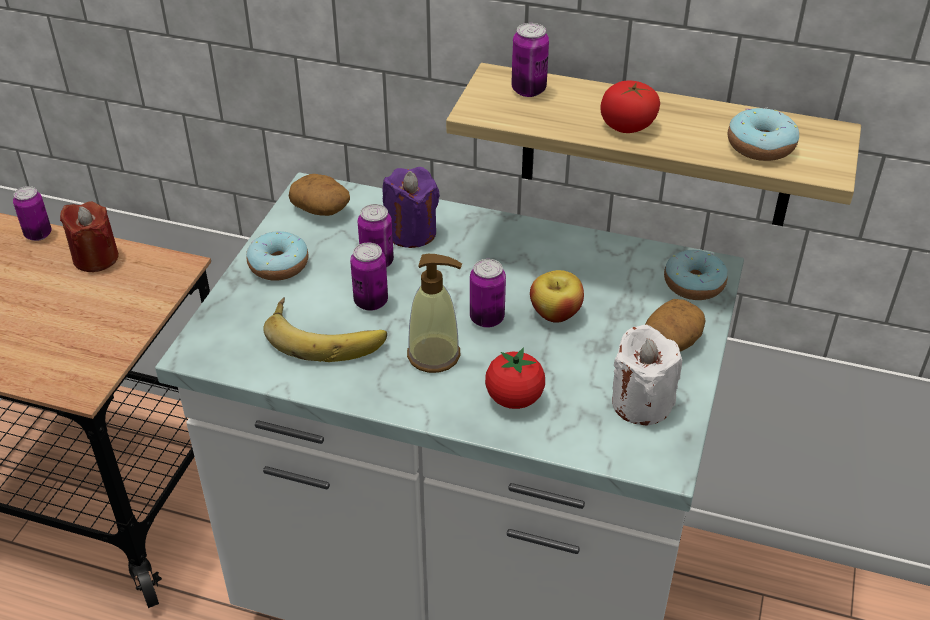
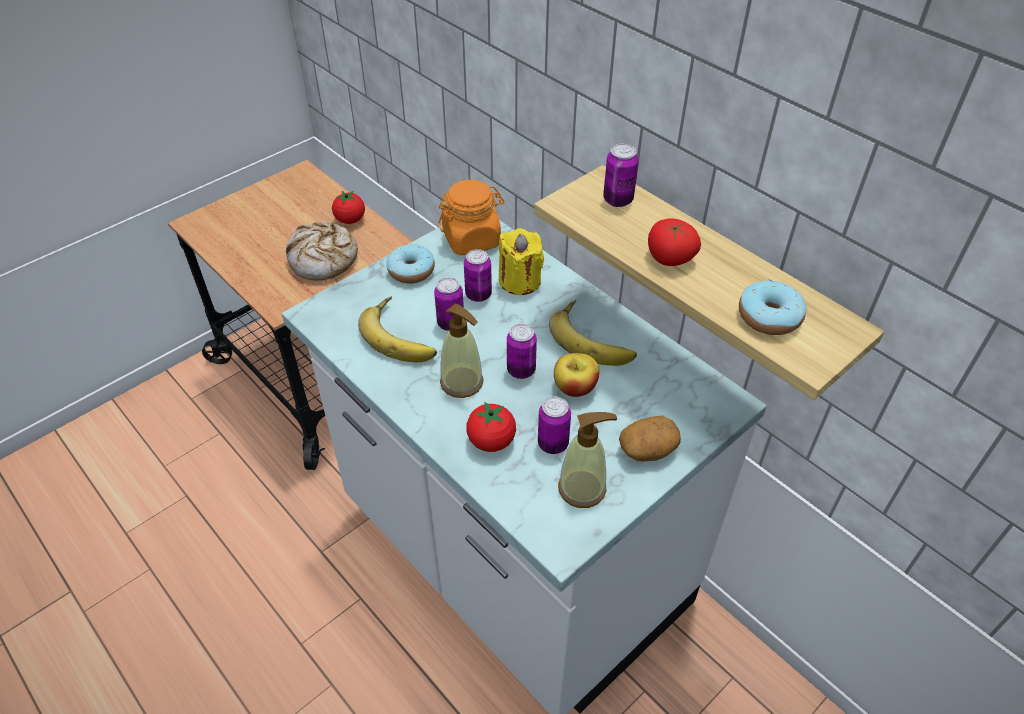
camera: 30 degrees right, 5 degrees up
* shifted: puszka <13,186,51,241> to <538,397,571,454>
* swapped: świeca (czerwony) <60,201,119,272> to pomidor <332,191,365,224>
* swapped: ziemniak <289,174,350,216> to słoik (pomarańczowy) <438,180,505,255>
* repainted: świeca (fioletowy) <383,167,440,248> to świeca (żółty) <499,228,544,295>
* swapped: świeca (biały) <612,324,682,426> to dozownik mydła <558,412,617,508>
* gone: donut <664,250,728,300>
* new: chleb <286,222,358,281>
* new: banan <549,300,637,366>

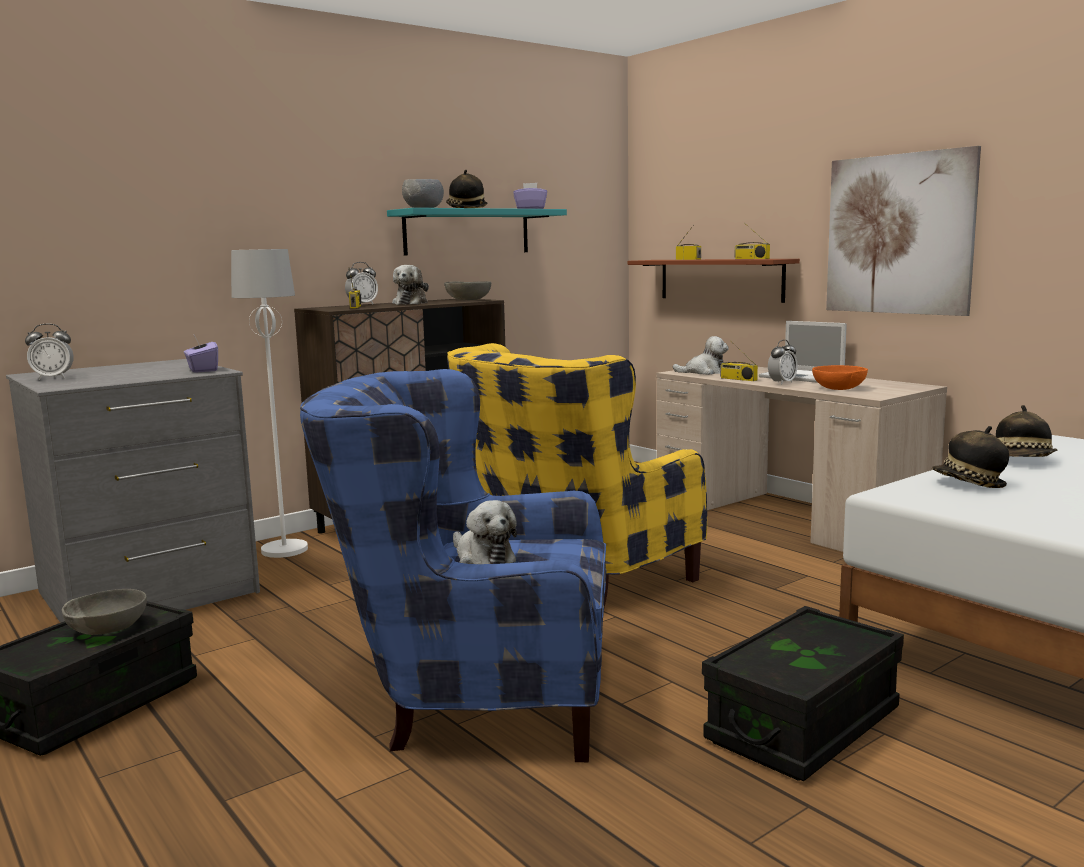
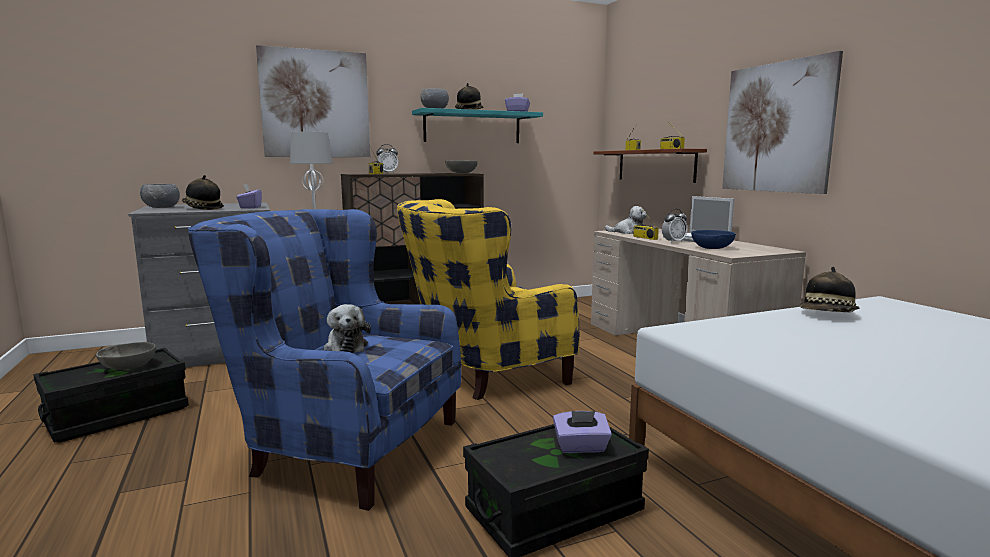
camera: 15 degrees right, 0 degrees up
* swapped: budzik <25,324,74,380> to miska (szary) <140,184,180,208>
* gone: pluszak <392,265,429,305>
* repainted: miska (pomarańczowy) <812,365,868,390> to miska (niebieski) <691,230,736,249>
* shifted: kapelusz <932,426,1009,488> to <182,175,224,210>
* new: obraz <256,45,370,157>
* new: pudełko chusteczek (fioletowy) <553,411,612,453>

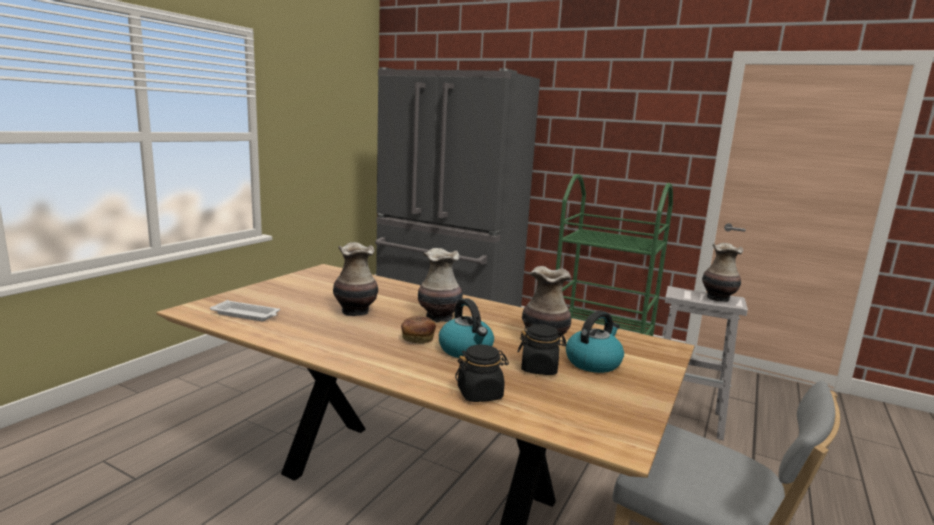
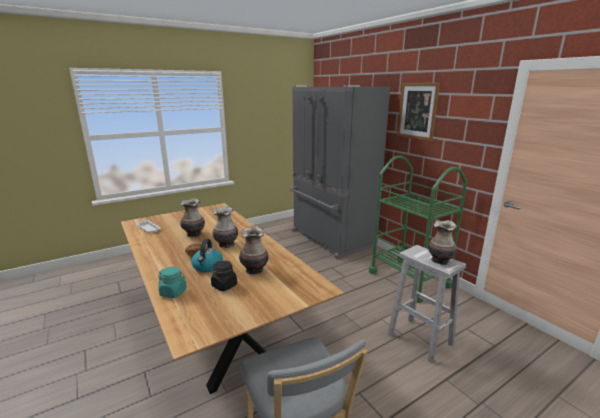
camera: 30 degrees right, 5 degrees up
* repainted: słoik (czarny) <455,344,509,402> to słoik (turkusowy) <158,267,187,298>
* gone: czajnik <566,311,624,373>
* new: obraz <397,83,440,141>

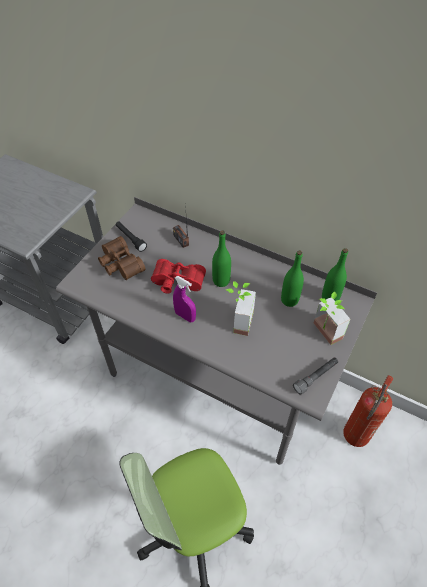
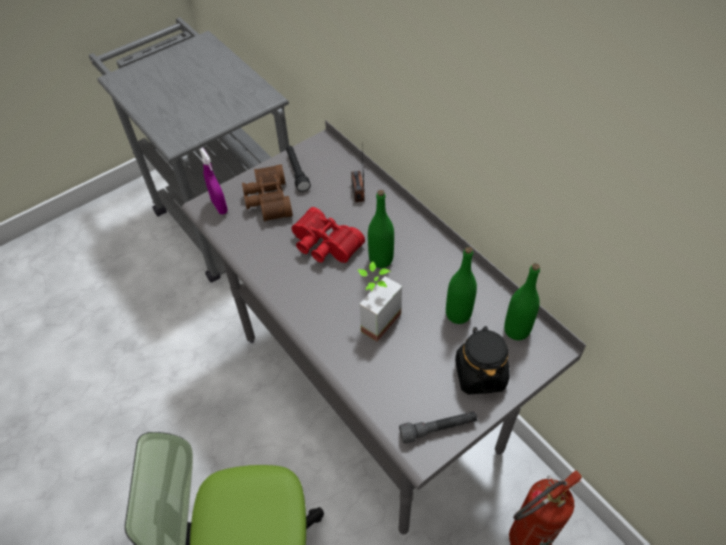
camera: 25 degrees right, 0 degrees up
* shifted: spryskiwacz (fioletowy) <173,276,196,323> to <199,148,228,214>
* swapped: roślina doniczkowa <314,292,351,345> to słoik (czarny) <455,326,510,395>

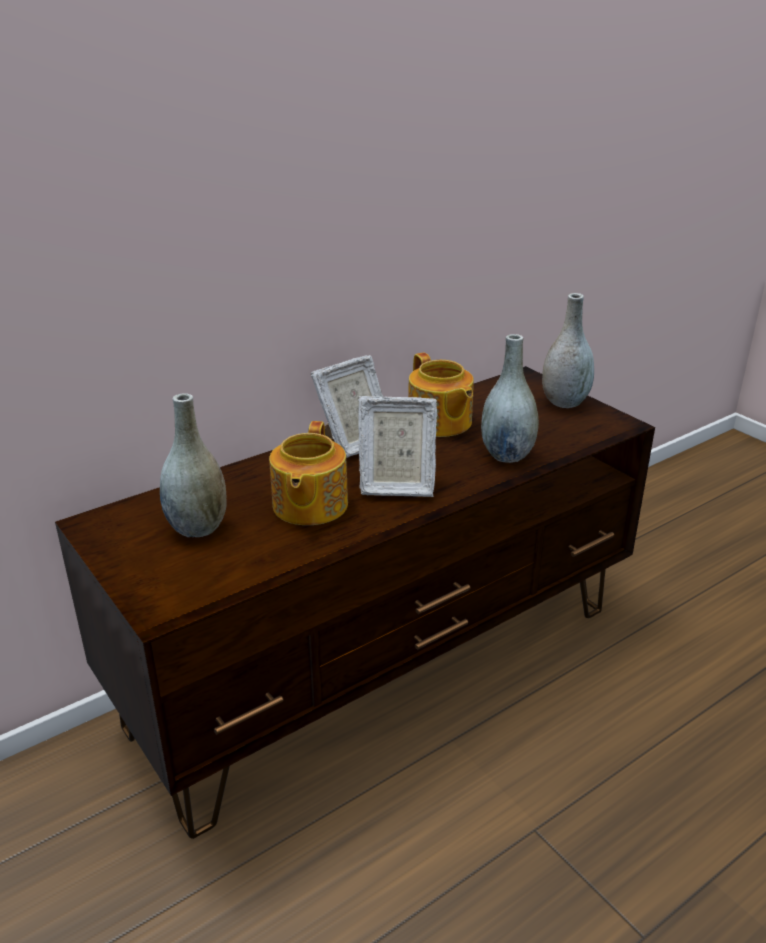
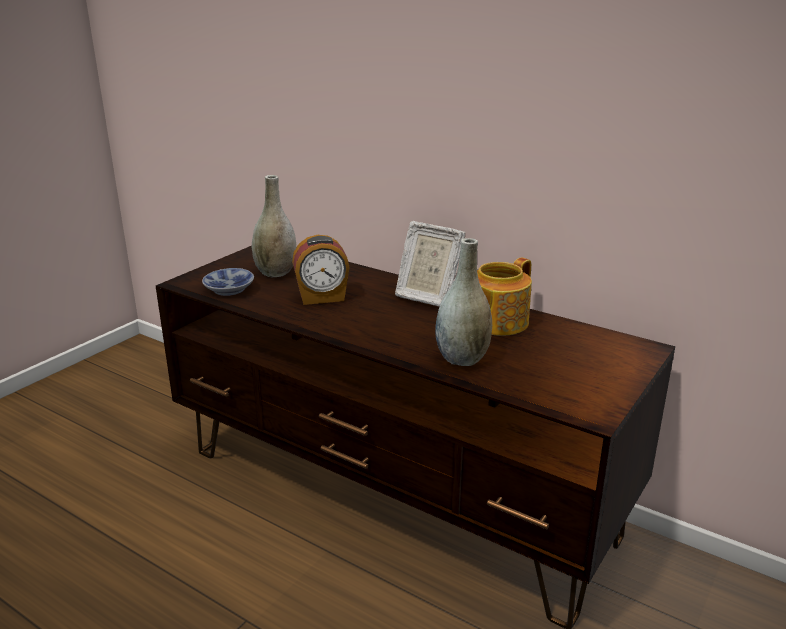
camera: 70 degrees right, 5 degrees down
* swapped: imbryk <269,421,348,525> to budzik <292,235,350,305>
* gone: ramka na zdjęcie <358,396,438,497>
* gone: wazon (szary) <542,293,594,408>
* new: miska <202,268,254,296>

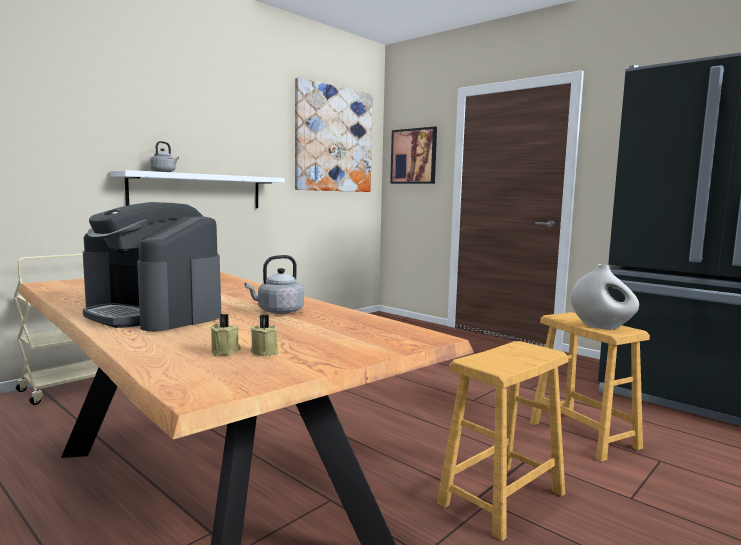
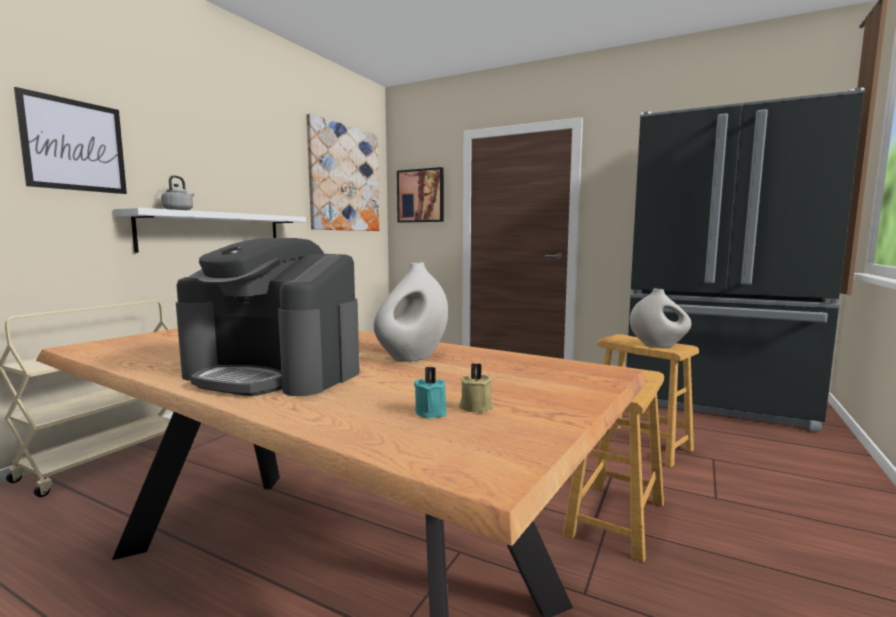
camera: 15 degrees left, 0 degrees up
* repainted: świeca (beżowy) <210,314,241,356> to świeca (turkusowy) <414,367,447,419>
* swapped: czajnik (szary) <244,255,304,314> to wazon (biały) <374,262,448,362>
* new: obraz <14,87,127,194>

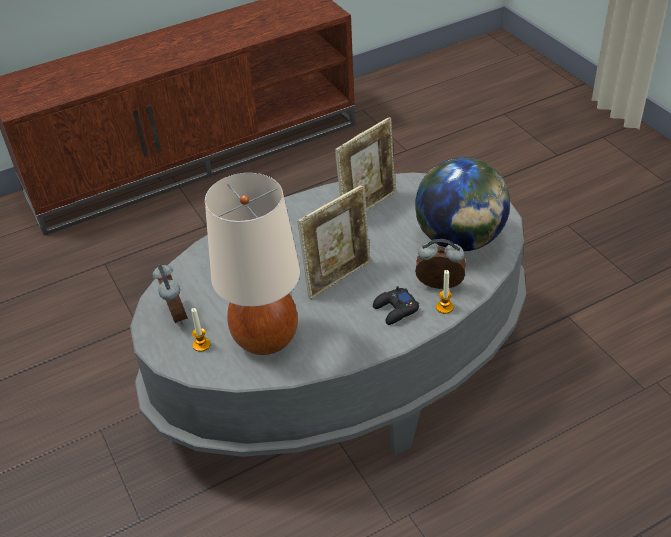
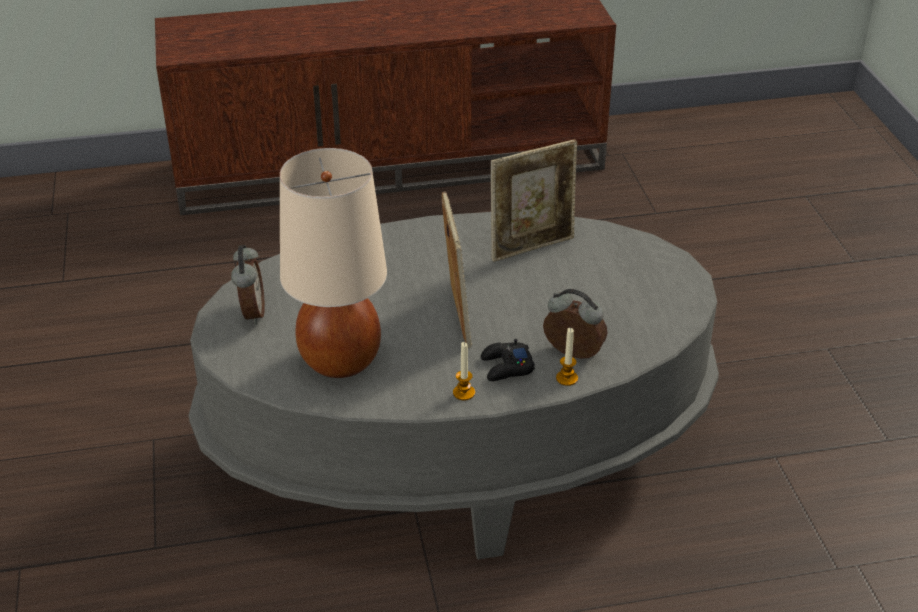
camera: 15 degrees right, 5 degrees down
* shifted: świeca <191,308,210,352> to <453,342,475,400>
* rotated: ramka na zdjęcie <297,184,371,300> = <442,191,472,348> 75 degrees counterclockwise
* gone: globus <415,157,510,251>

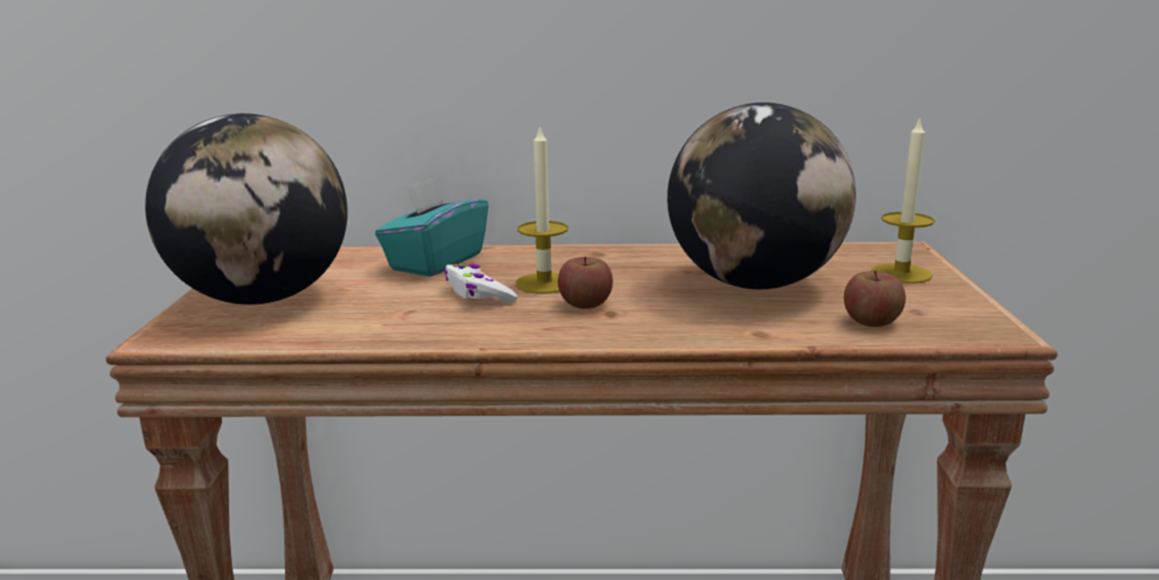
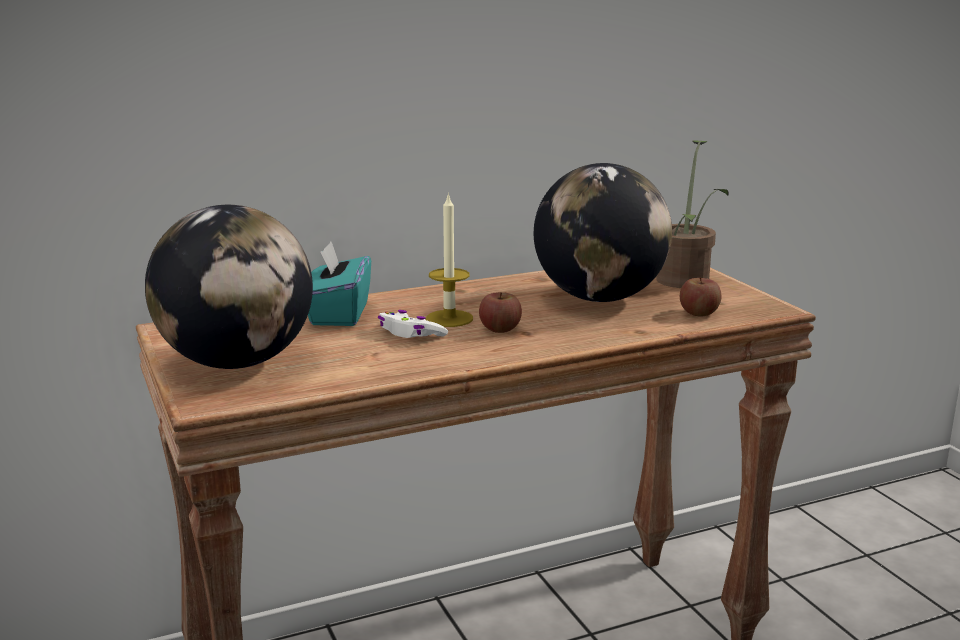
camera: 25 degrees left, 0 degrees up
* swapped: świeca <871,116,935,284> to roślina doniczkowa <656,140,728,288>

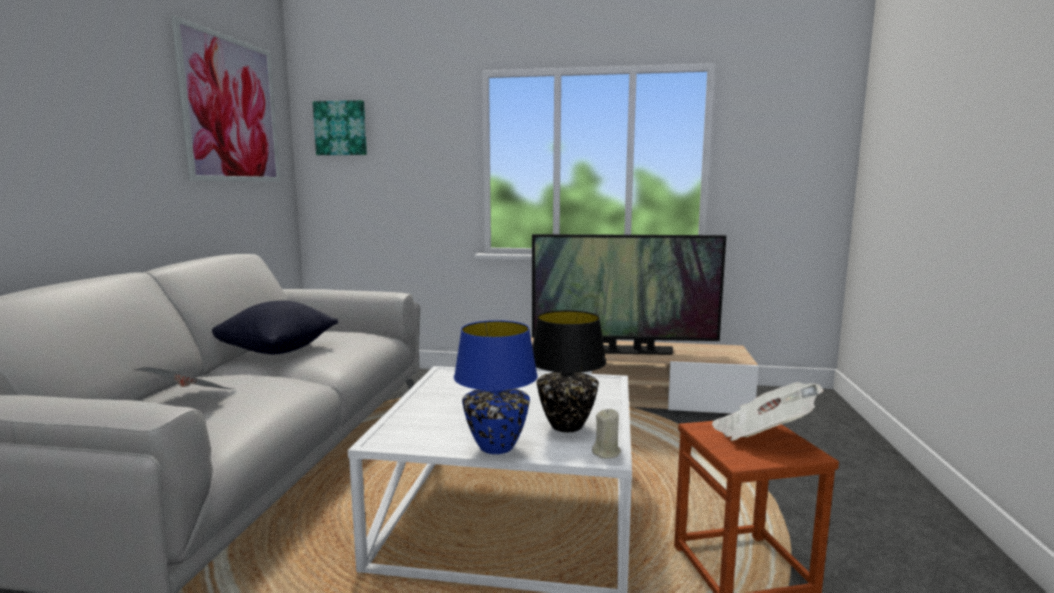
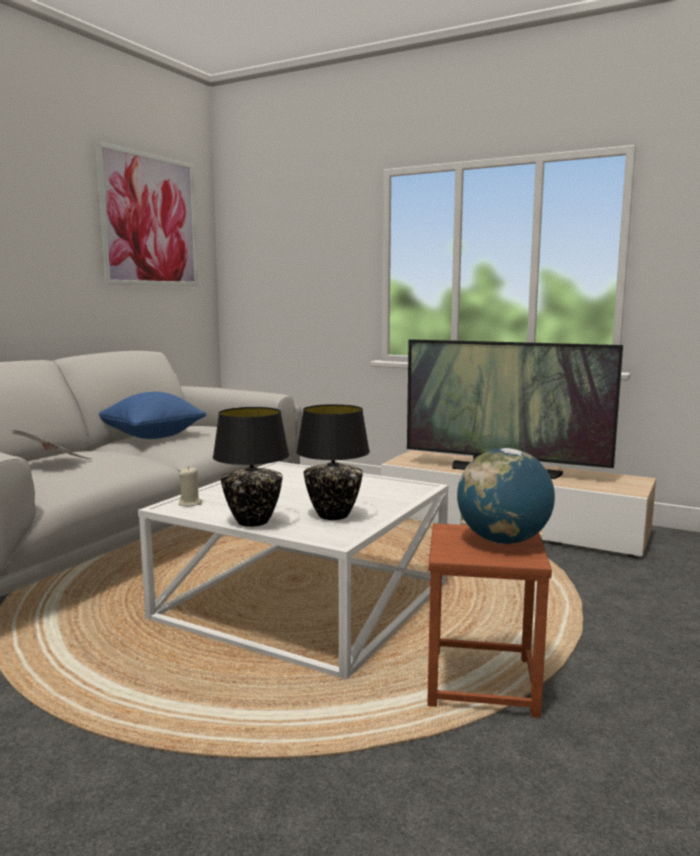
camera: 20 degrees right, 0 degrees up
* repainted: poduszka (czarny) <212,300,338,354> to poduszka (niebieski) <99,392,206,439>
* gone: obraz <313,100,367,155>
* repainted: lampa stołowa (niebieski) <454,320,538,454> to lampa stołowa (czarny) <213,407,289,527>
* shifted: świeca (beżowy) <592,409,621,459> to <179,467,202,506>
* swapped: gazeta <712,382,824,441> to globus <457,448,555,544>

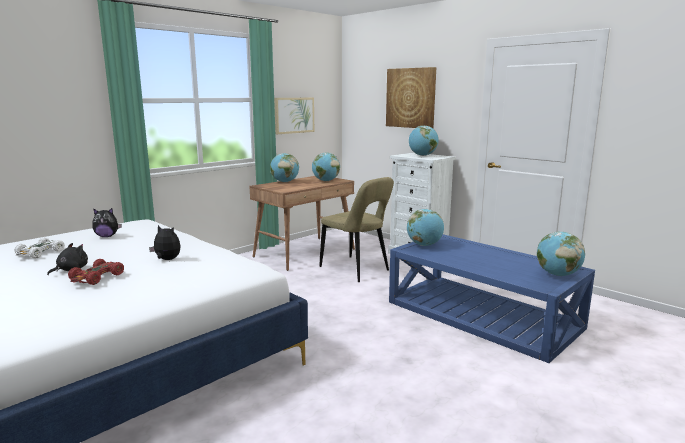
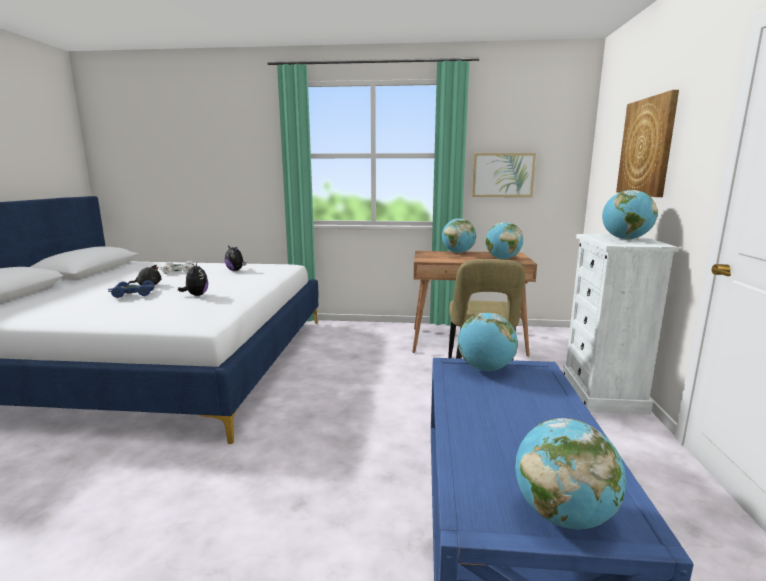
camera: 50 degrees right, 0 degrees up
* repainted: samochodzik (czerwony) <68,259,124,285> to samochodzik (niebieski) <108,280,155,298>

